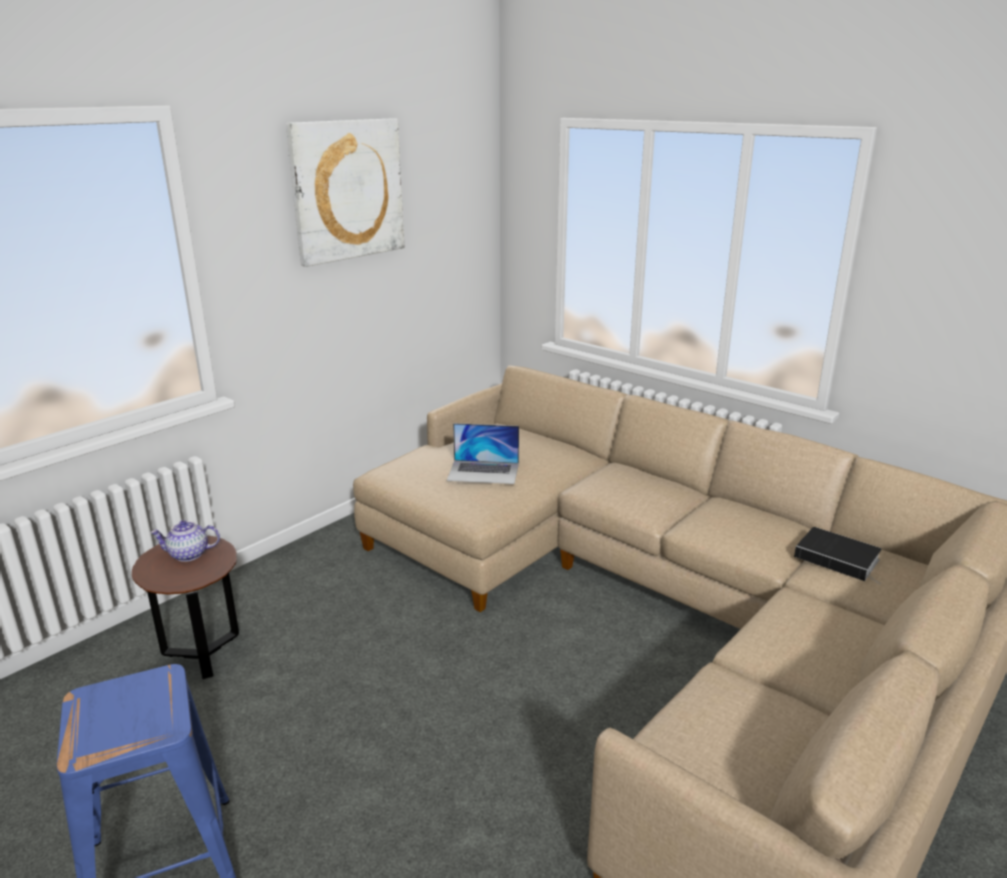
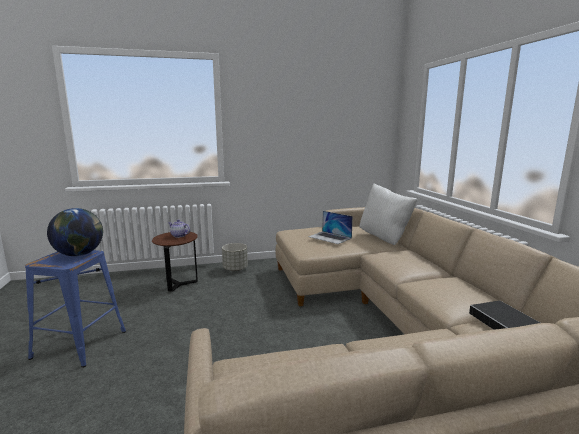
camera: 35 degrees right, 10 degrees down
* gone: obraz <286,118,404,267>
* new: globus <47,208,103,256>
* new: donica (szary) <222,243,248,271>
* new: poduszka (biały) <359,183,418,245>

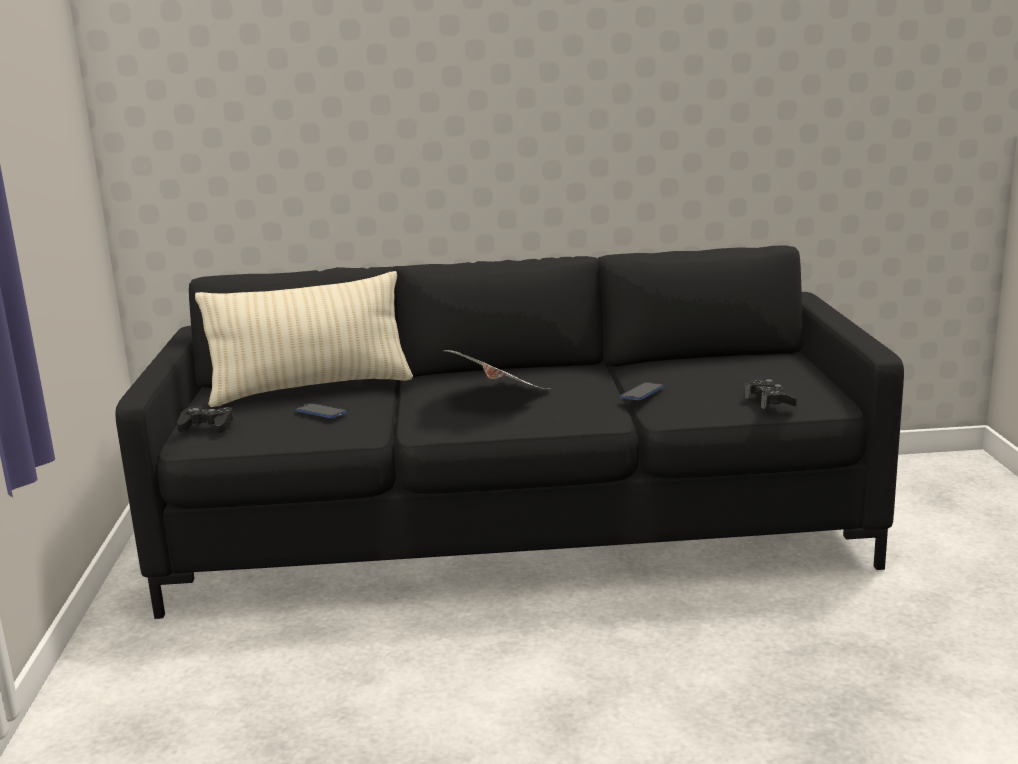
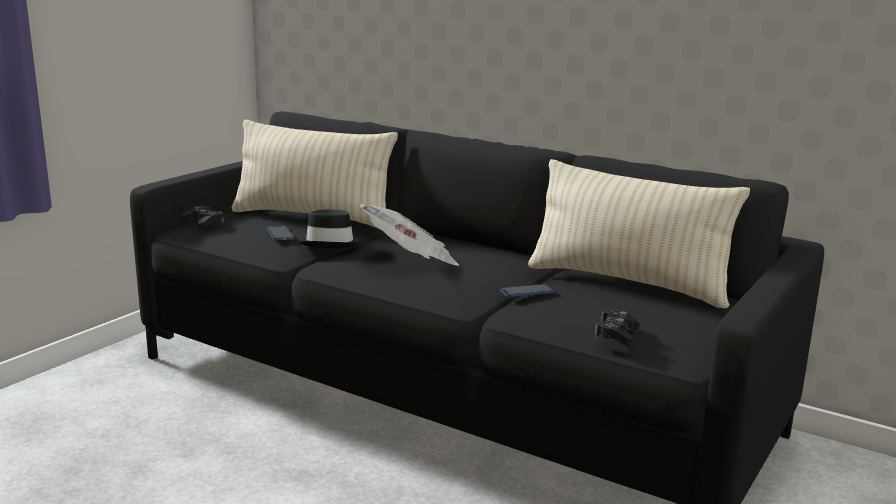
camera: 35 degrees right, 0 degrees up
* new: kapelusz (czarny) <299,209,361,248>
* new: poduszka (beżowy) <528,159,750,309>

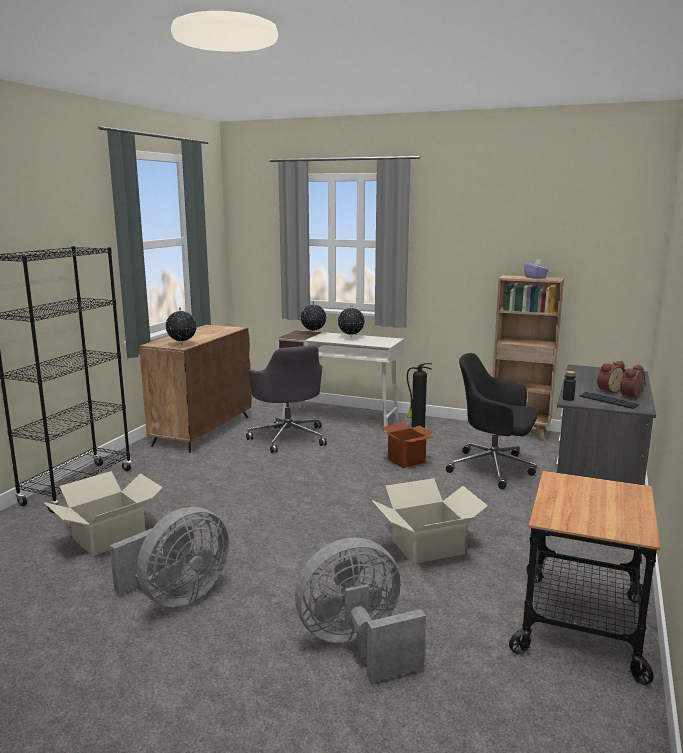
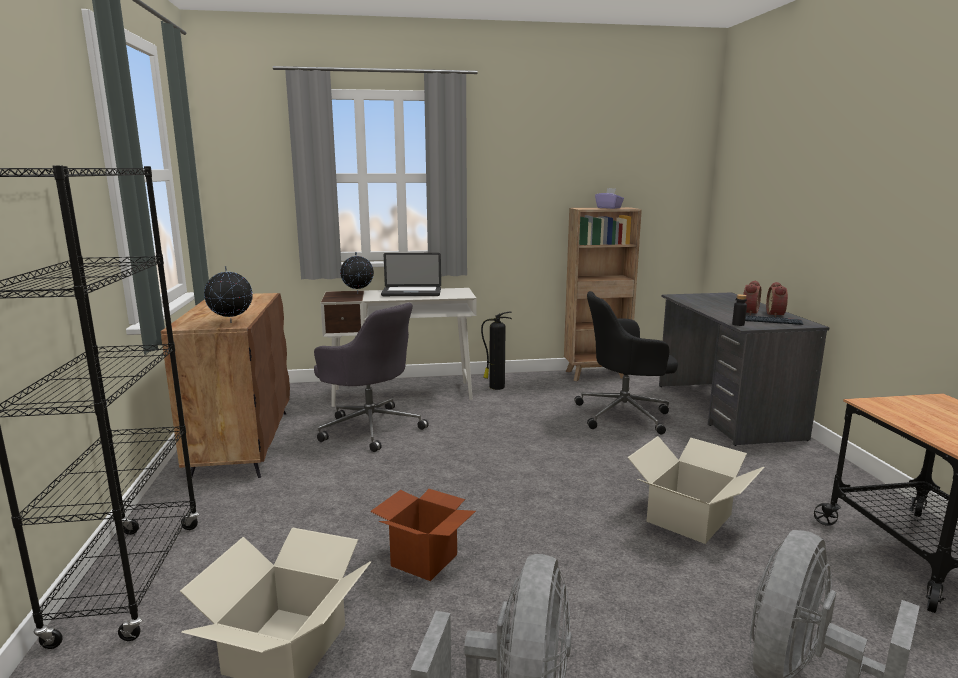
camera: 30 degrees left, 0 degrees up
* swapped: globus <338,305,365,338> to laptop <381,253,441,296>
* shifted: karton <381,423,434,468> to <370,489,476,581>

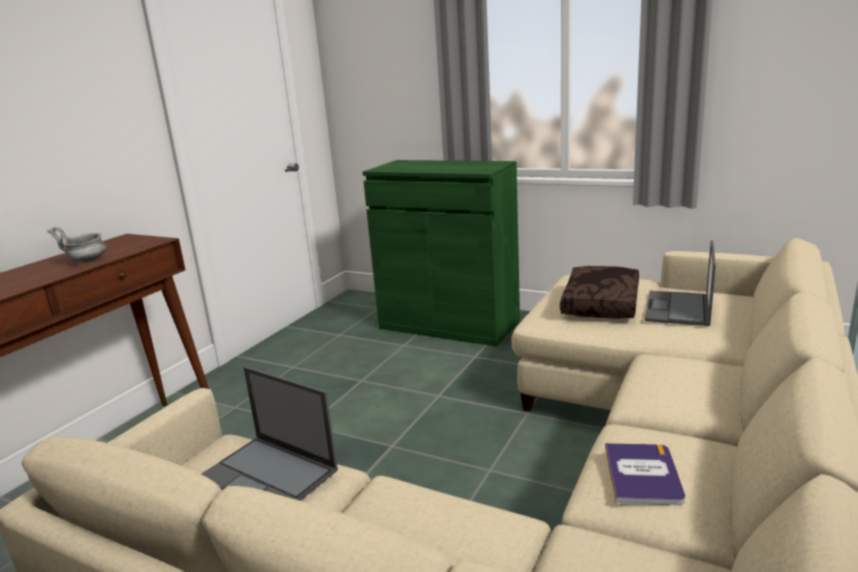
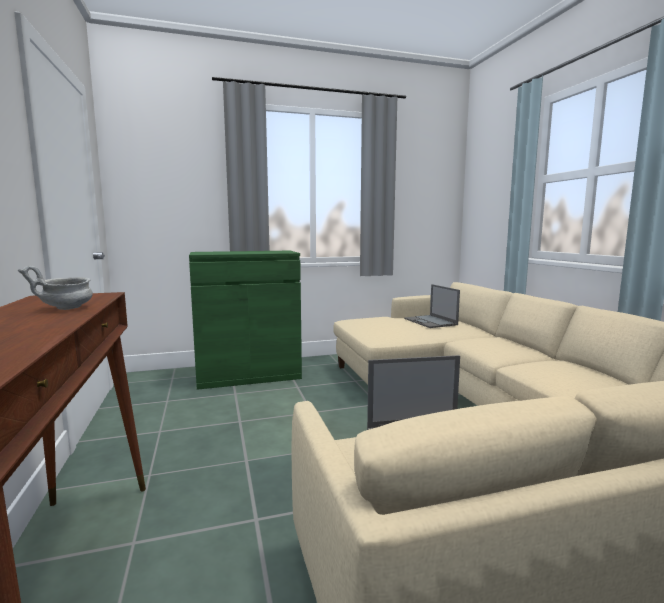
camera: 45 degrees left, 10 degrees down
* gone: poduszka (brązowy) <560,266,639,319>
* gone: książka <605,443,685,505>

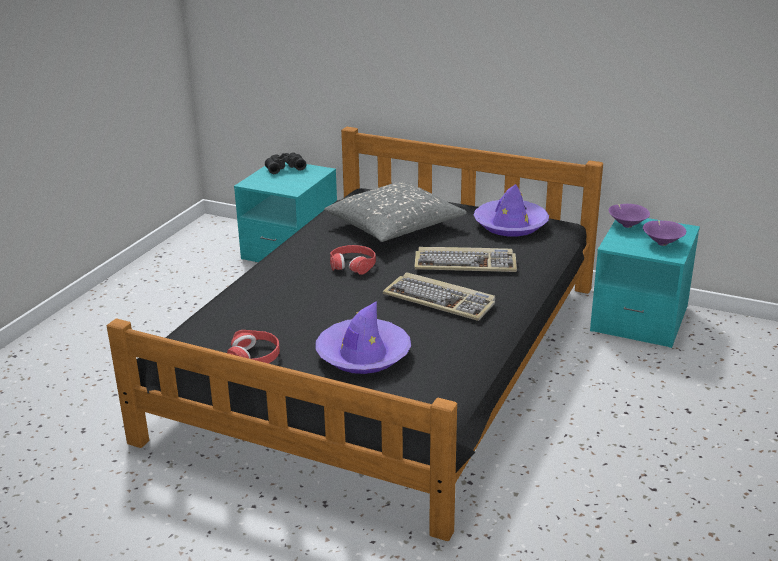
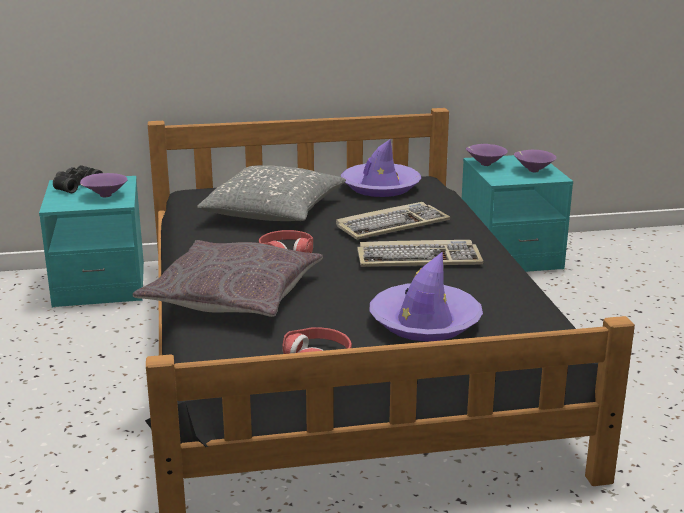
camera: 35 degrees left, 5 degrees down
* new: miska (fioletowy) <80,173,128,197>
* new: poduszka (szary) <133,240,323,317>

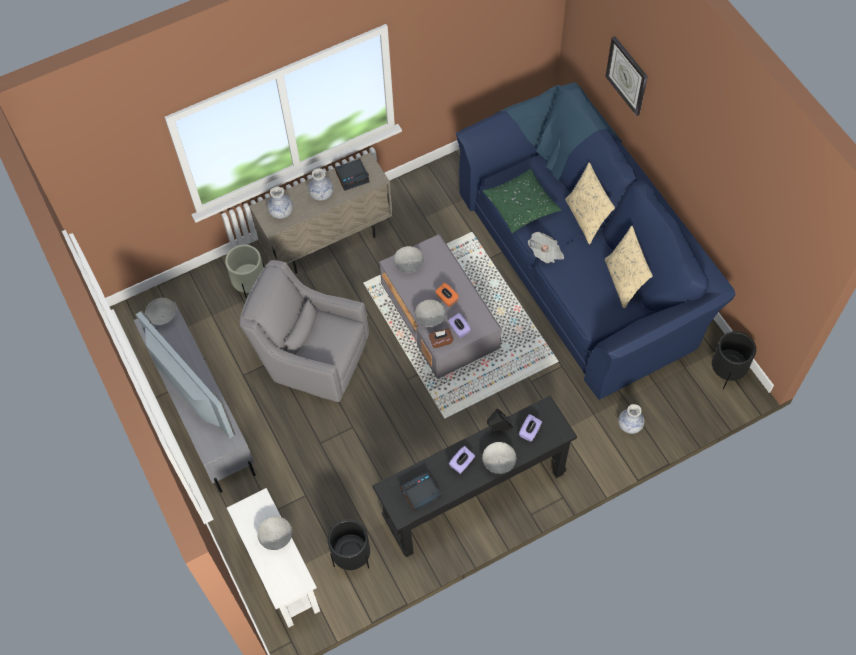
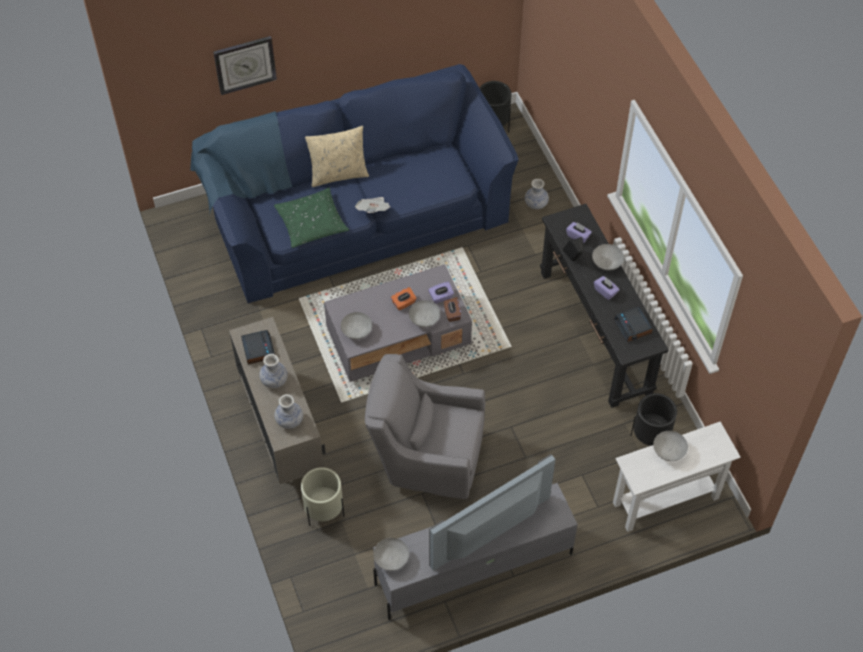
camera: 85 degrees left, 5 degrees down
* rotated: fotel (szary) <239,260,369,402> = <365,354,485,499> 75 degrees clockwise
* gone: poduszka (beżowy) <605,226,653,308>

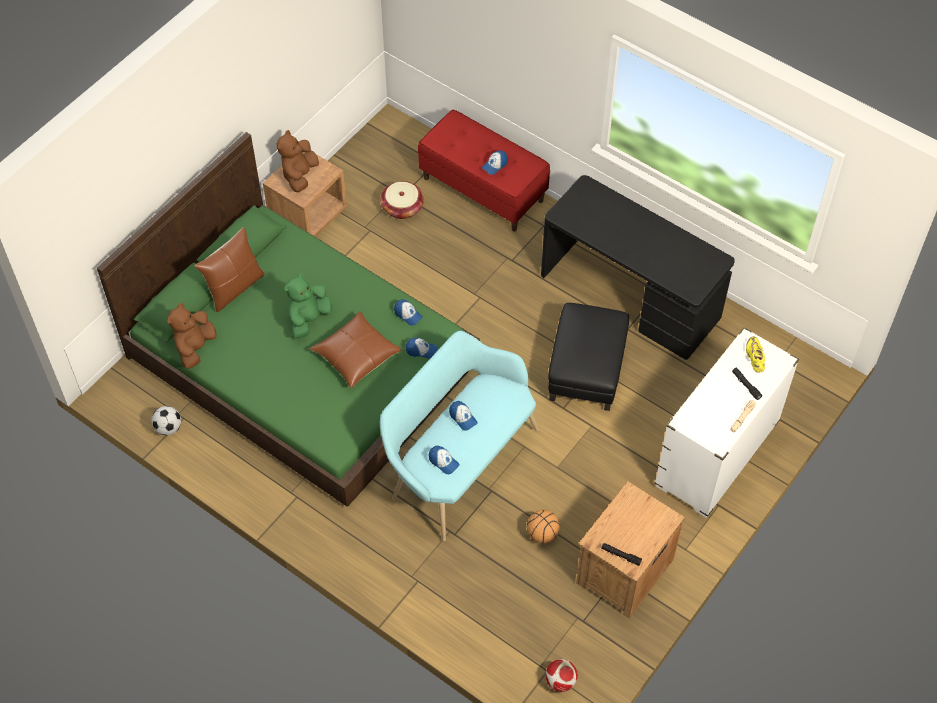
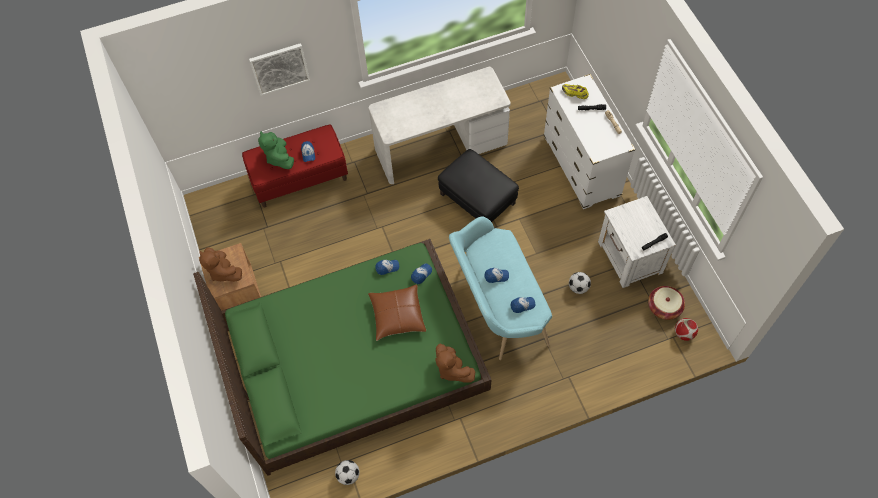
camera: 55 degrees left, 5 degrees up
* shifted: pluszak (brązowy) <167,303,217,369> to <435,344,475,383>
* gone: poduszka (brązowy) <194,227,265,312>
* shifted: pluszak (zielony) <284,273,332,339> to <258,131,294,169>
* shifted: koszyk <380,181,424,219> to <648,286,685,320>
* swapped: piłka do koszykówki <527,510,560,543> to piłka futbolowa <569,272,591,294>
* repainted: biurko (czarny) <541,175,735,360> to biurko (biały) <369,67,511,184>
* repainted: szafka nocna (brązowy) <576,482,685,618> to szafka nocna (biały) <598,196,676,288>
* new: obraz <249,43,310,96>

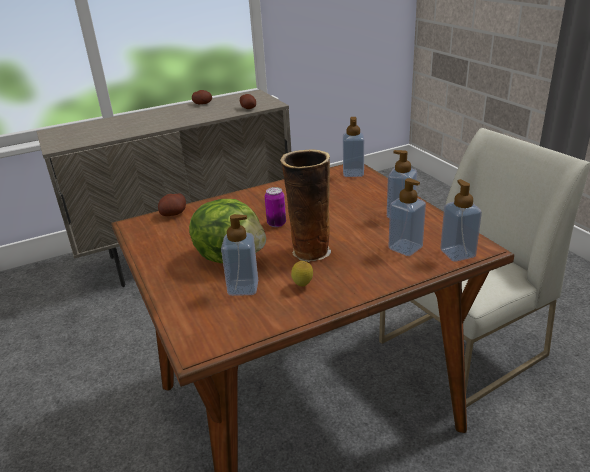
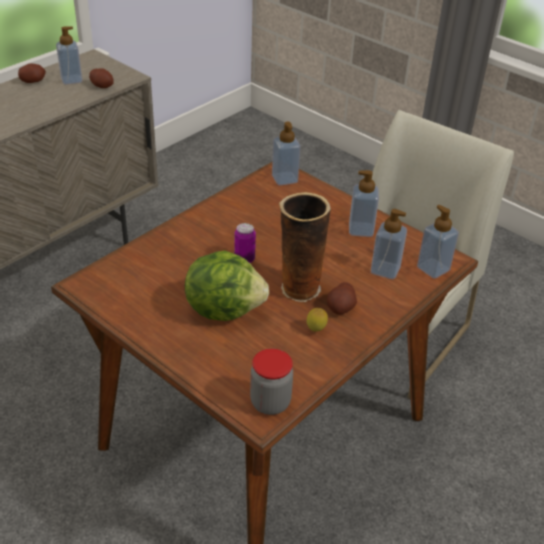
camera: 25 degrees left, 10 degrees up
* shifted: ziemniak <158,193,186,216> to <327,282,357,315>
* shifted: dozownik mydła <221,214,258,296> to <56,26,83,84>
* new: słoik <250,348,293,415>

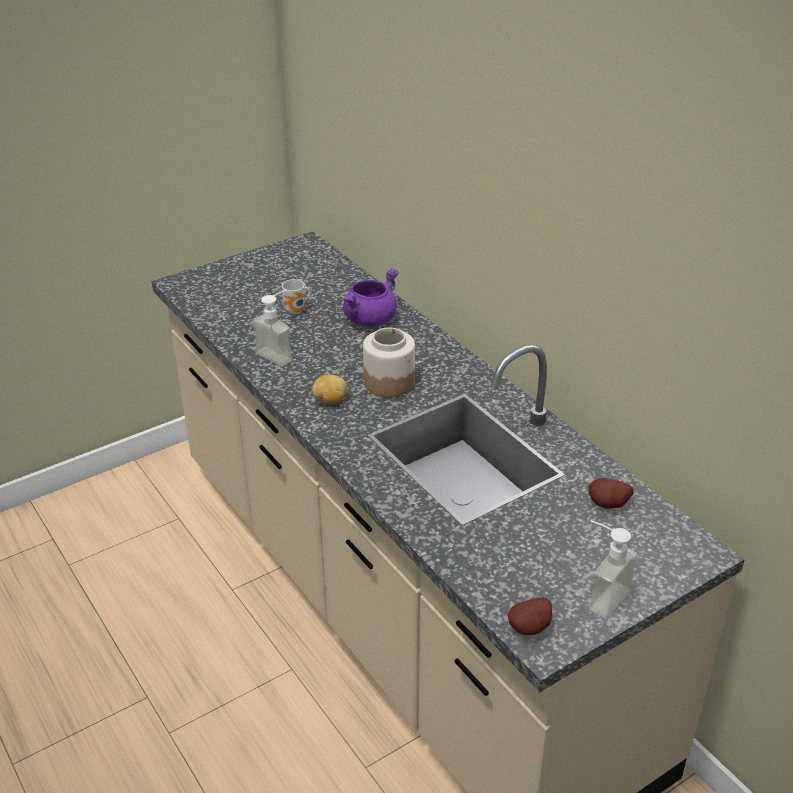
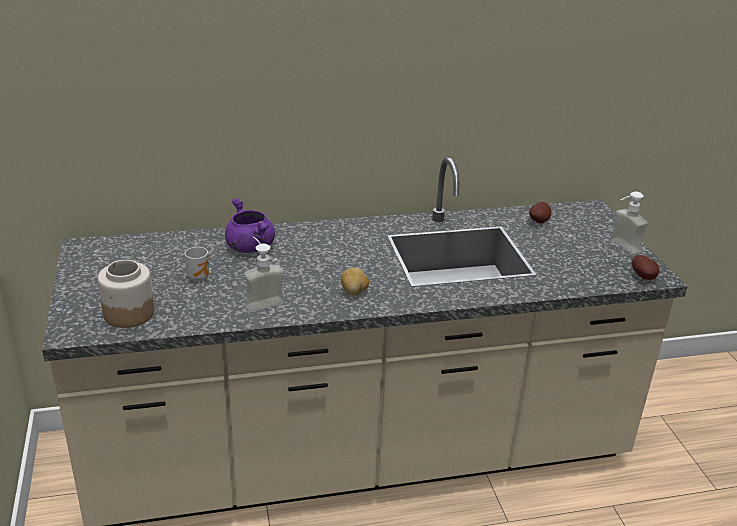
camera: 70 degrees left, 5 degrees down
* shifted: słoik <363,327,415,397> to <98,260,154,328>

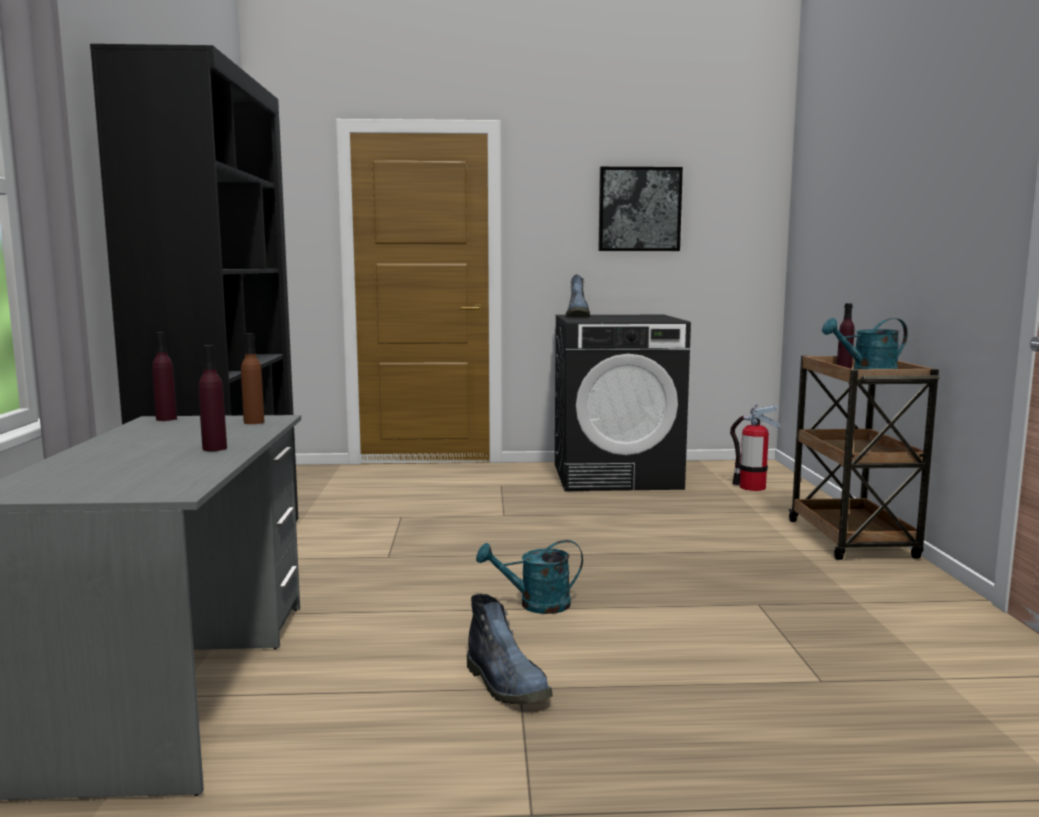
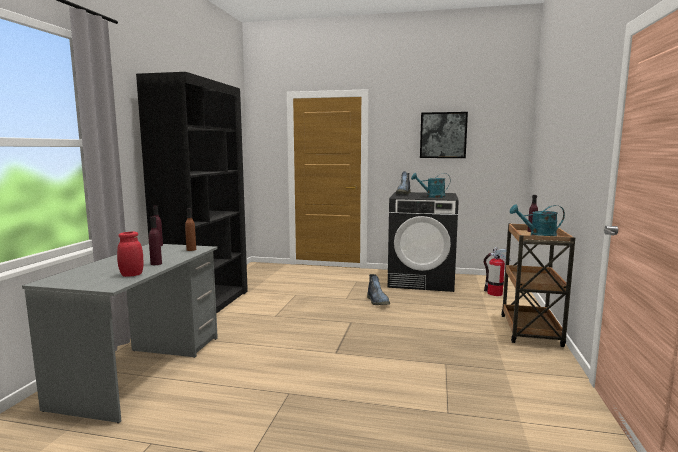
camera: 15 degrees right, 0 degrees up
* shifted: but z cholewką <467,594,553,704> to <367,274,390,305>
* shifted: konewka (turkusowy) <476,540,583,614> to <411,173,451,198>
* new: słoik (czerwony) <117,231,143,277>

